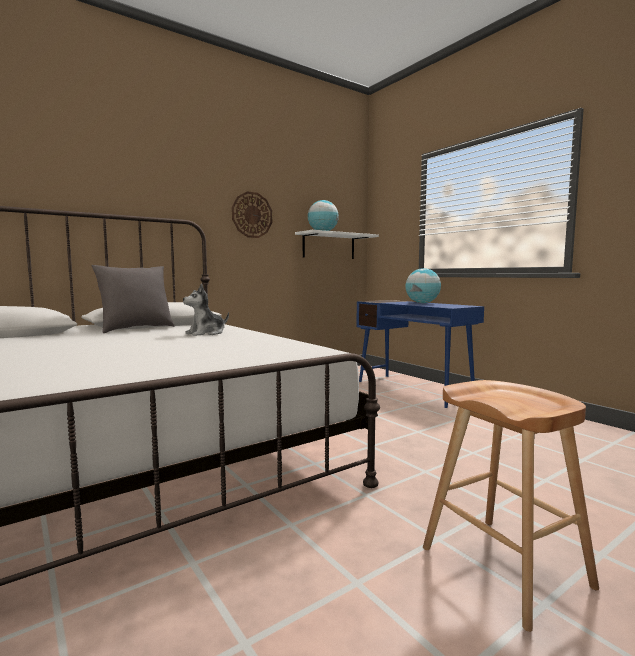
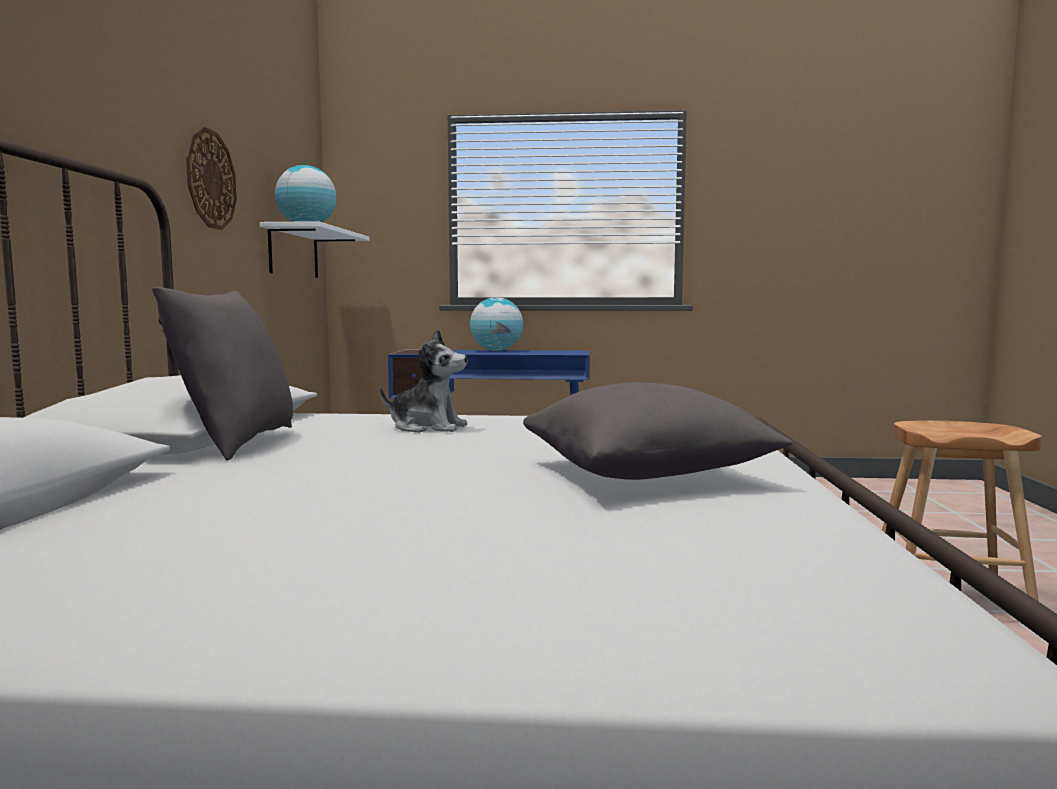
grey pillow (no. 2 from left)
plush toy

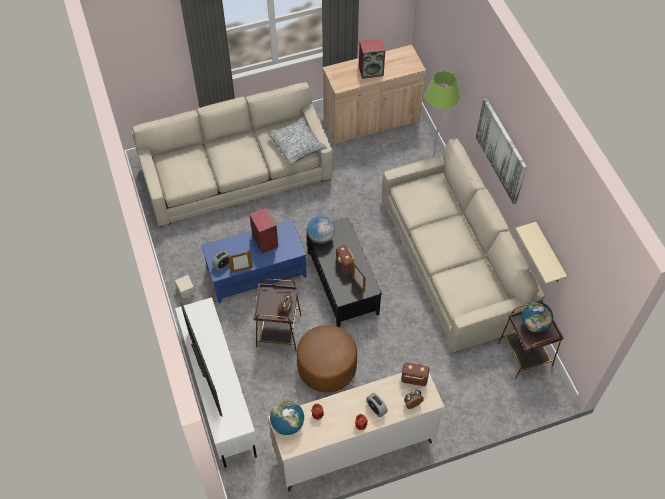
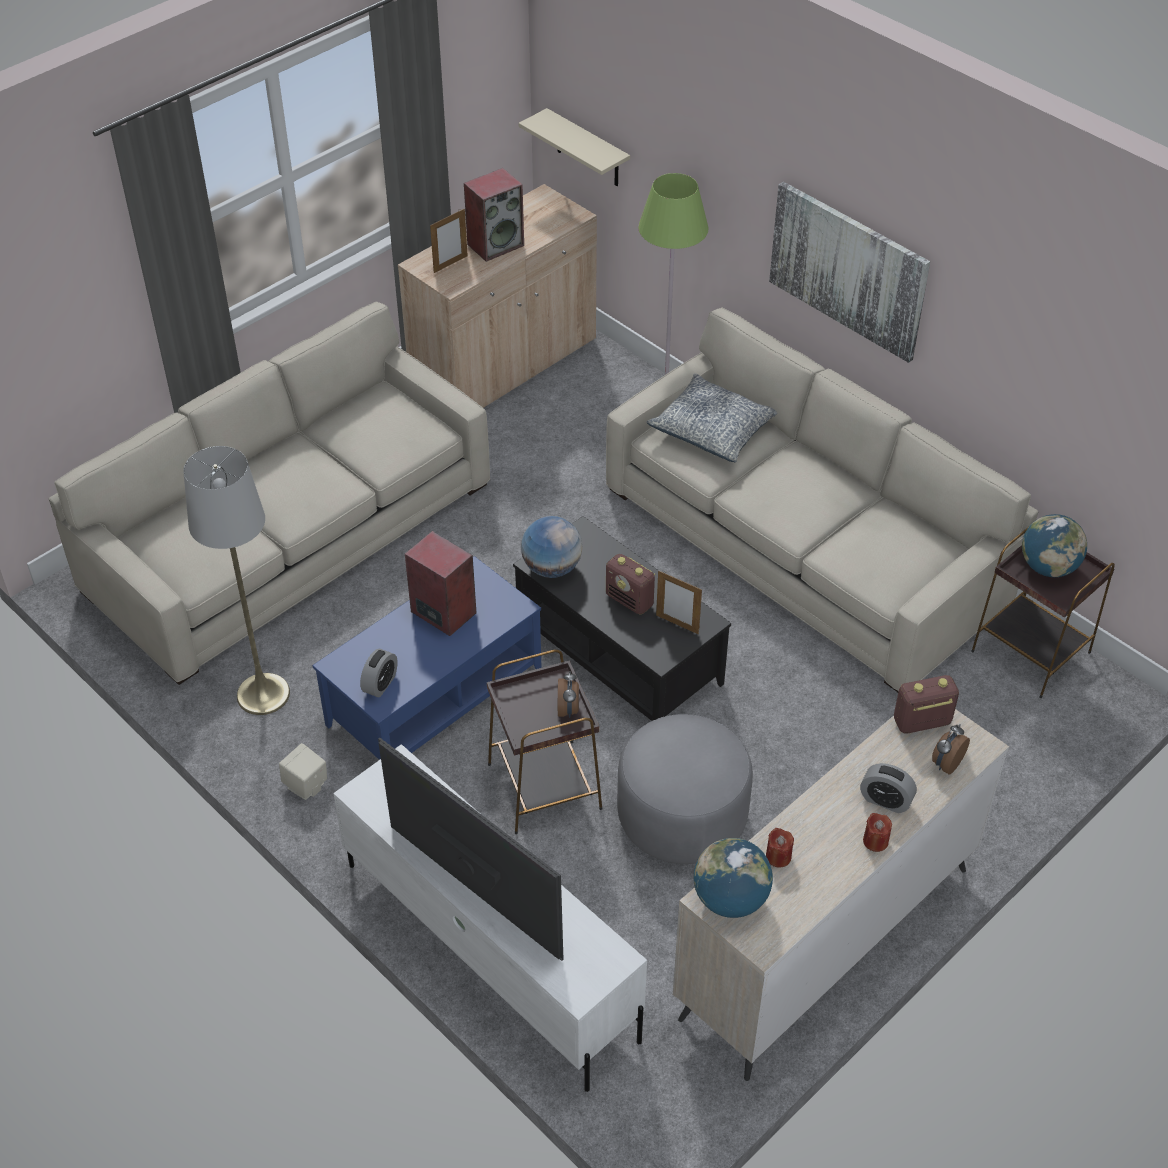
grey standing lamp
picture frame (no. 1 from left)
pillow
sand-coloured bracket shelf
grey pouffe

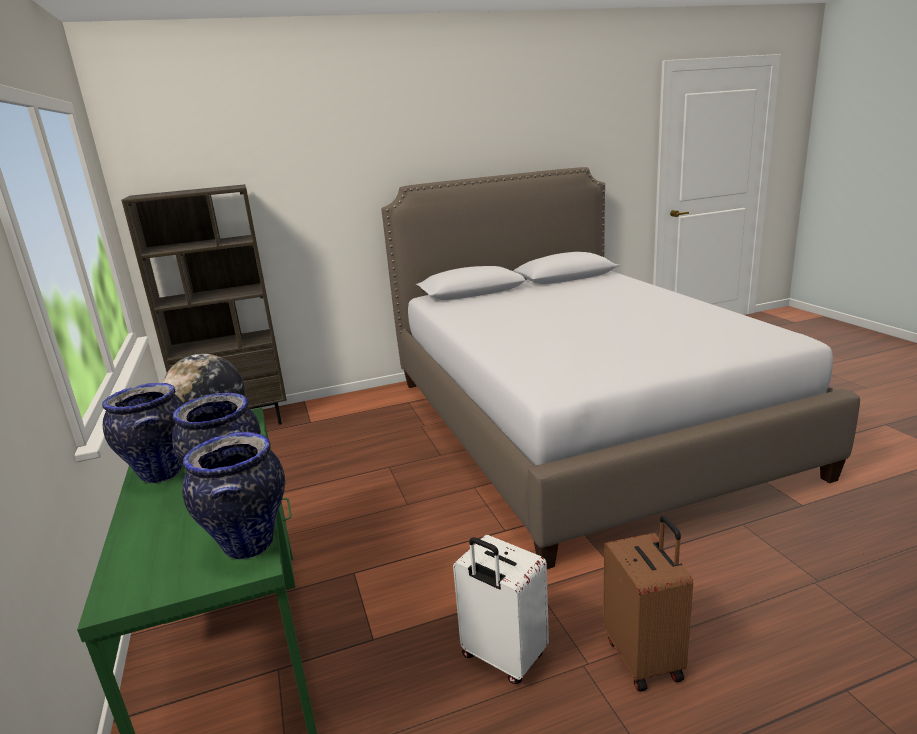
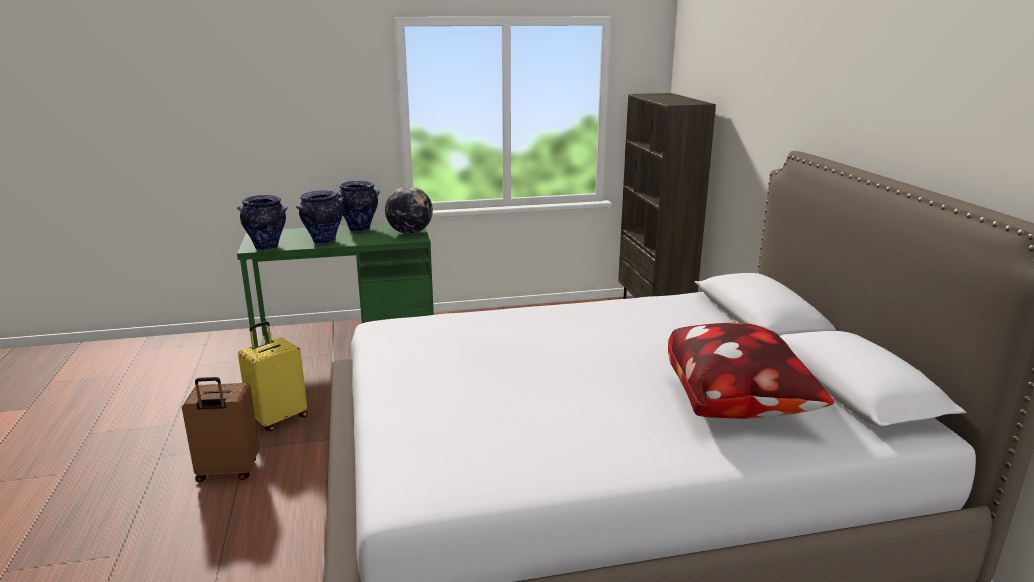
pillow
yellow-coloured suitcase

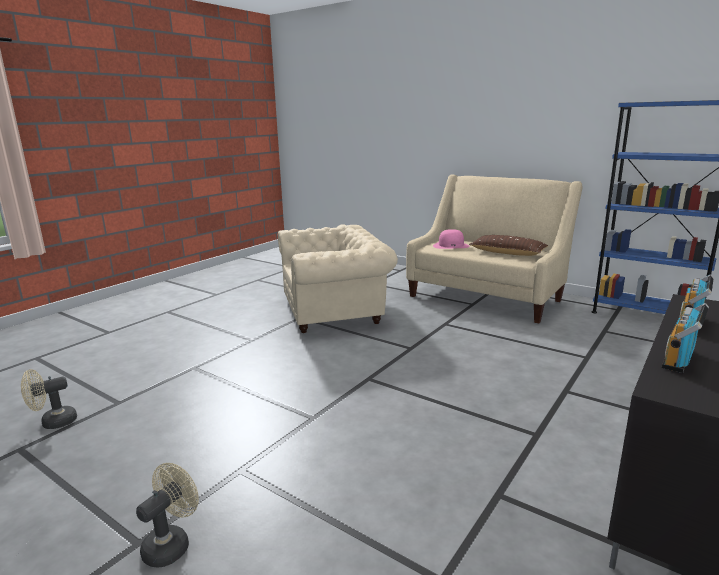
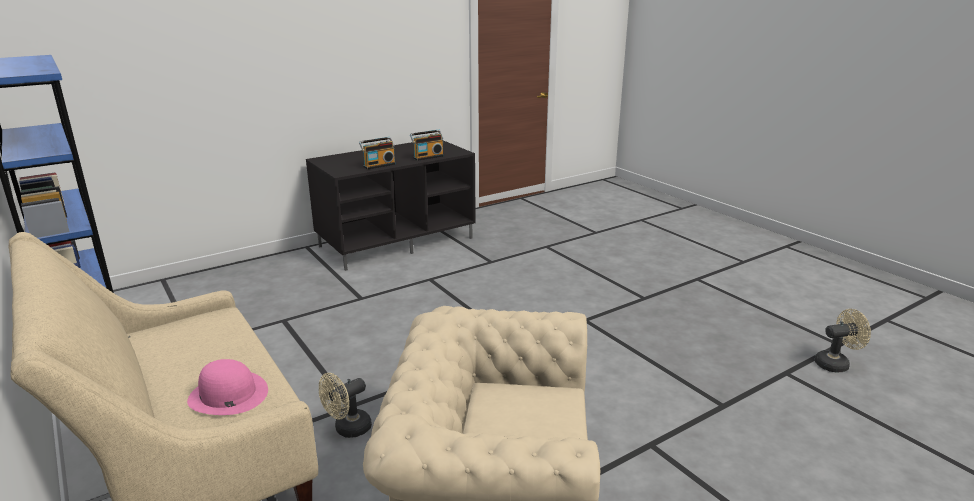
brownish pillow
sand-coloured cooling fan (no. 1 from left)

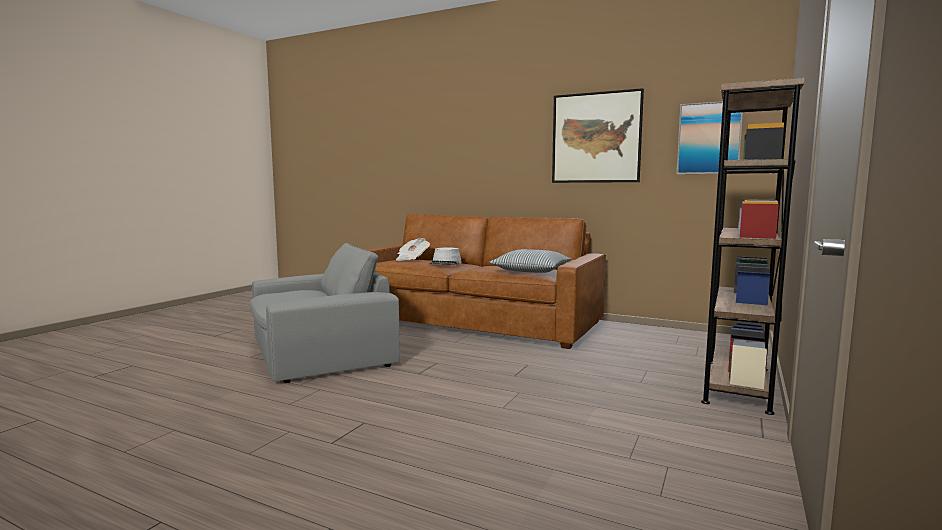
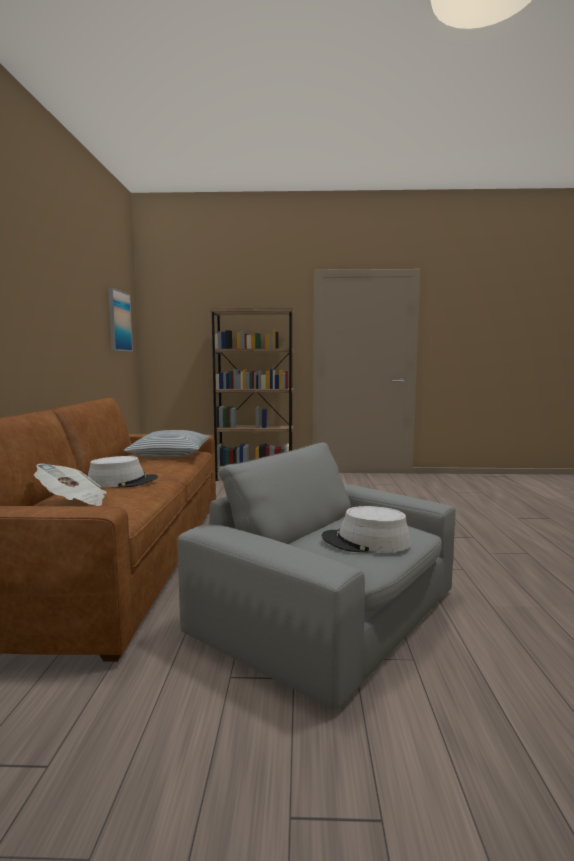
wall art (no. 1 from left in the first image)
grey wearable hat (no. 2 from left)

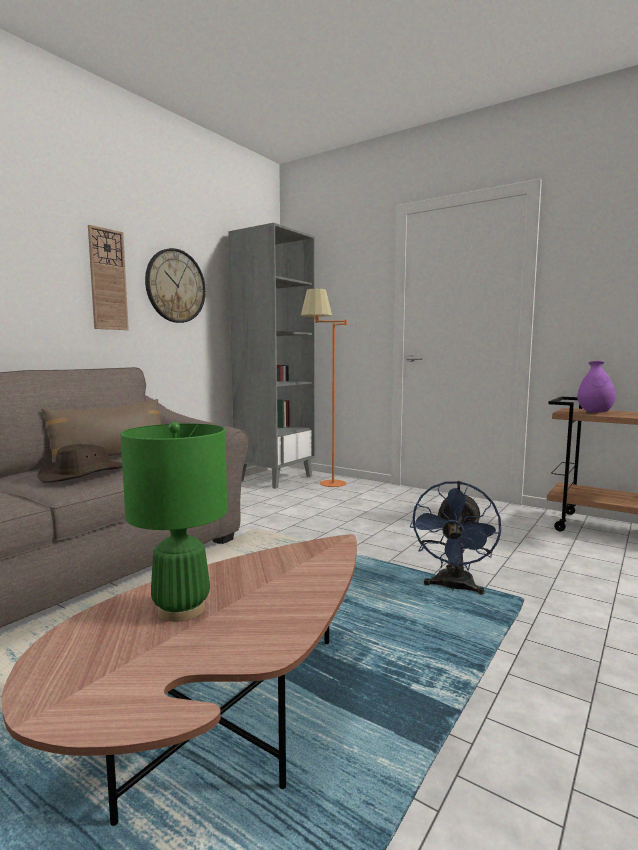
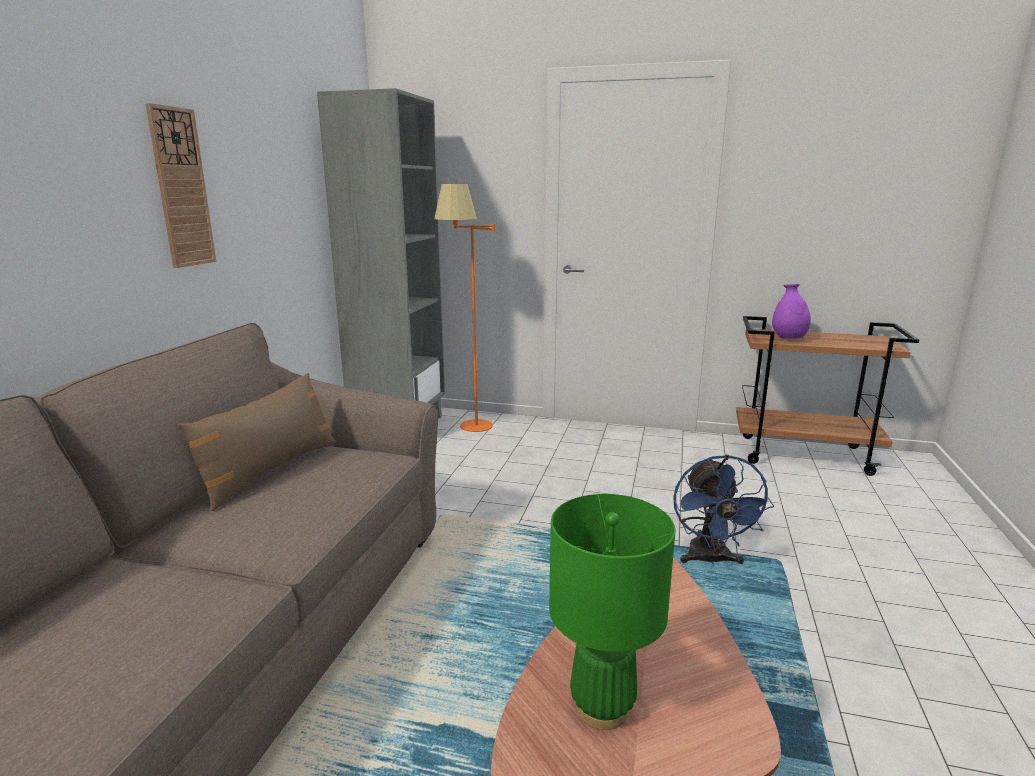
brownish wearable hat
clock on the wall (no. 2 from left in the first image)

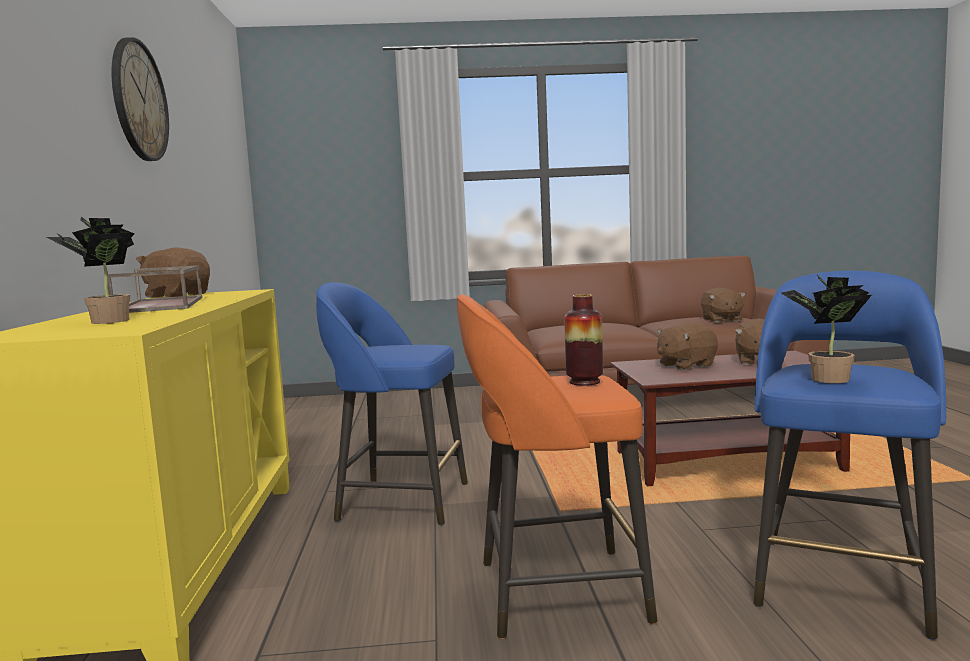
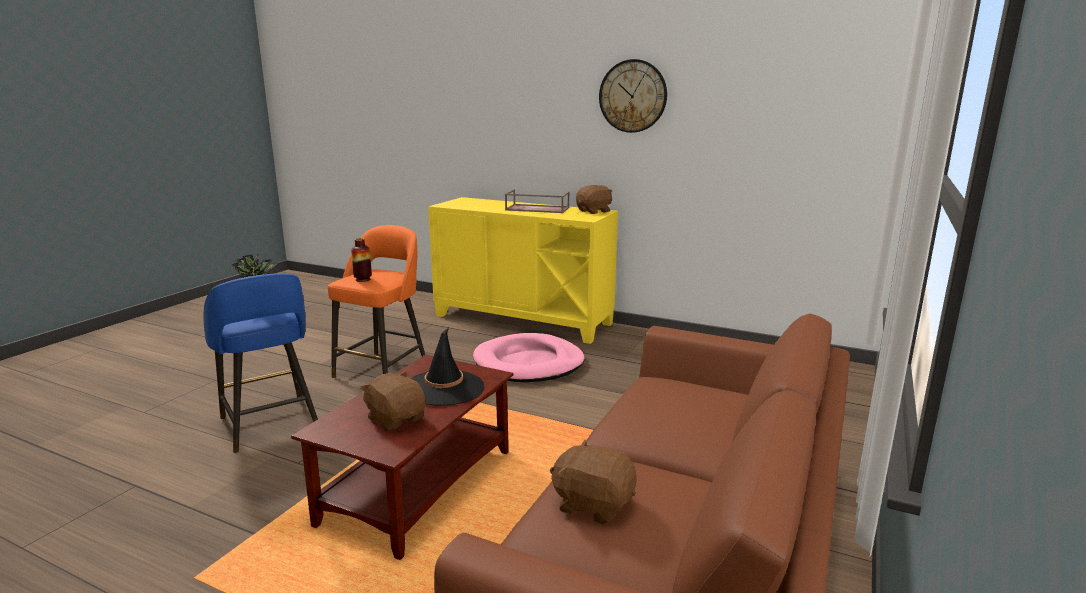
houseplant (no. 1 from left in the first image)
pink-coloured dog cushion
black-coloured wearable hat

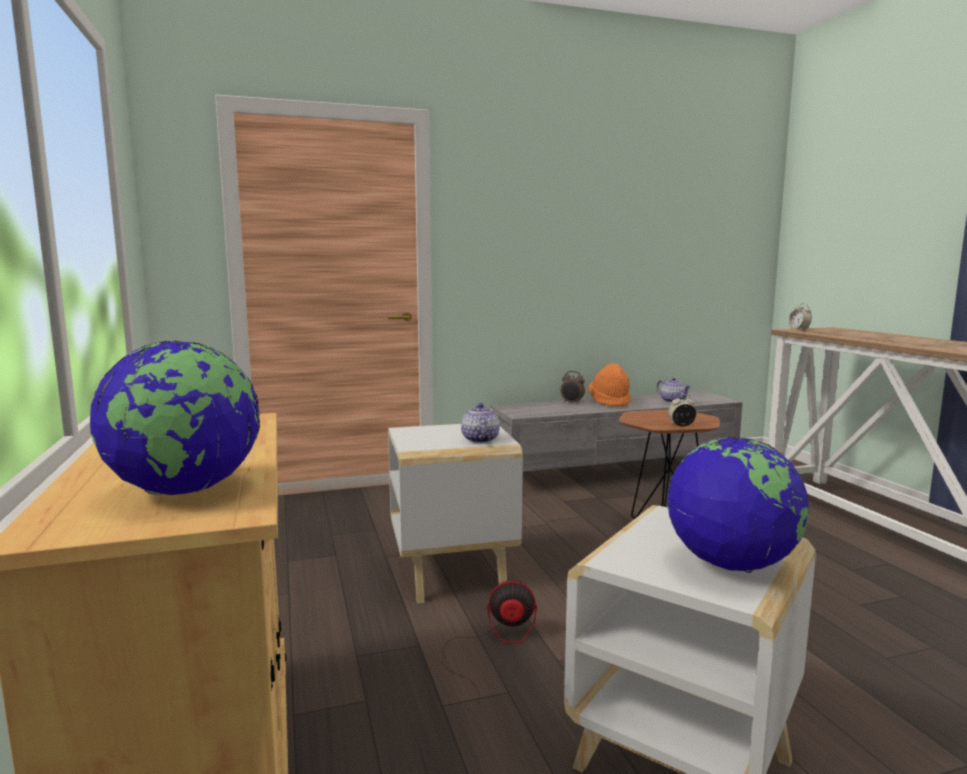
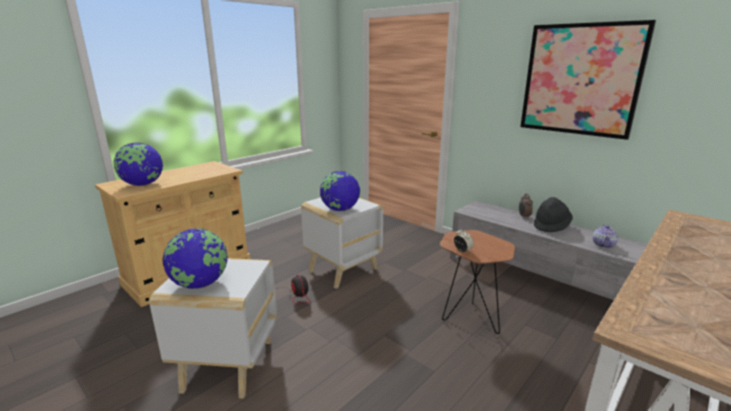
table clock (no. 3 from left in the first image)
wall art
desk globe (no. 3 from left)
black-coloured wearable hat

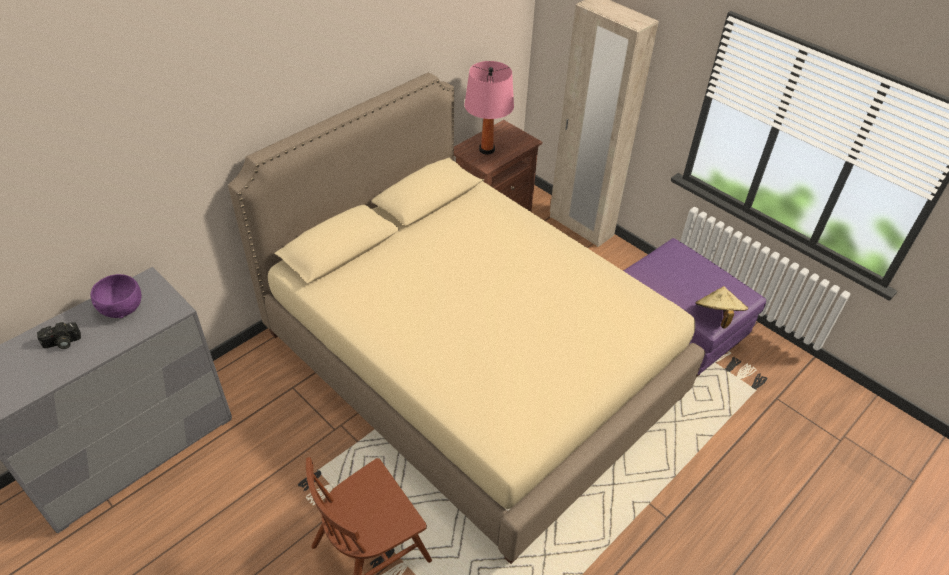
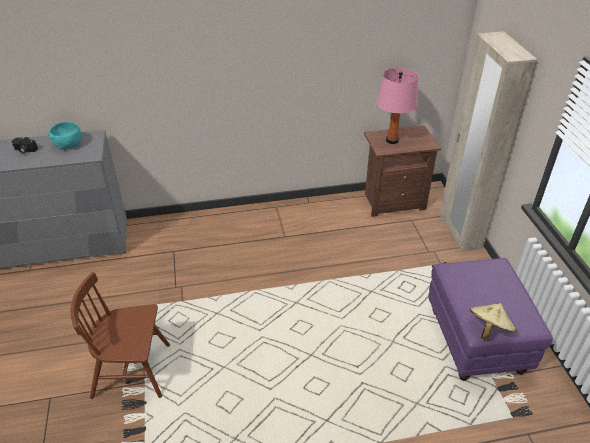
sand-coloured bed
blue-green serving bowl

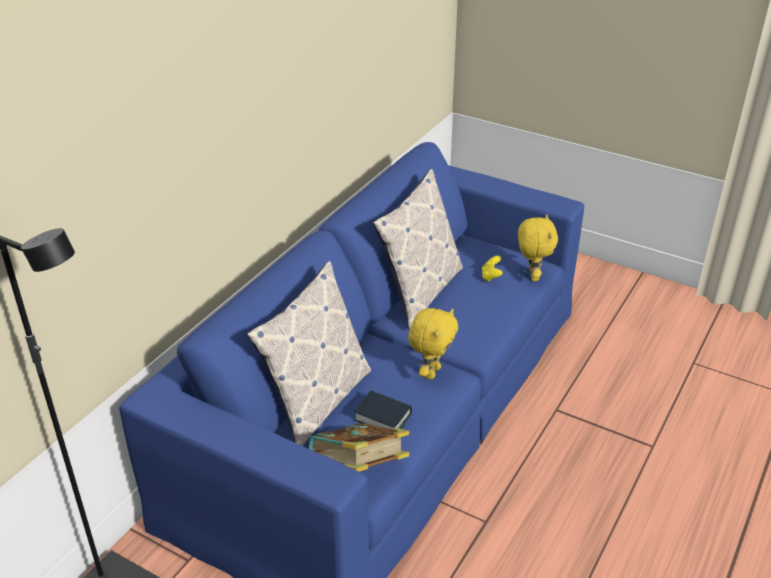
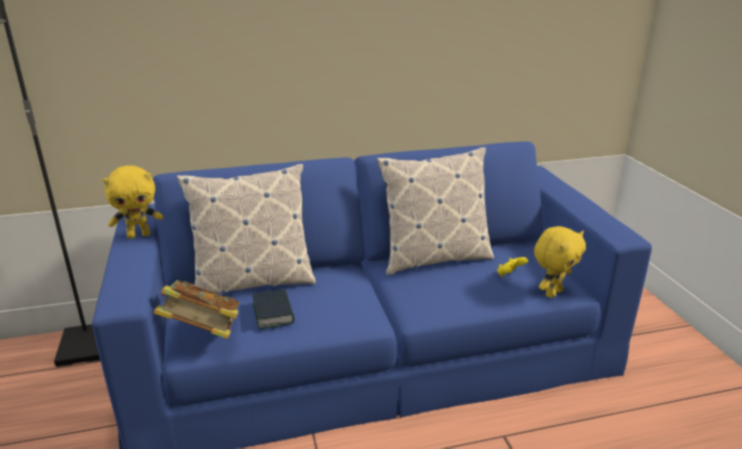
yellow-coloured plush toy (no. 1 from left)

